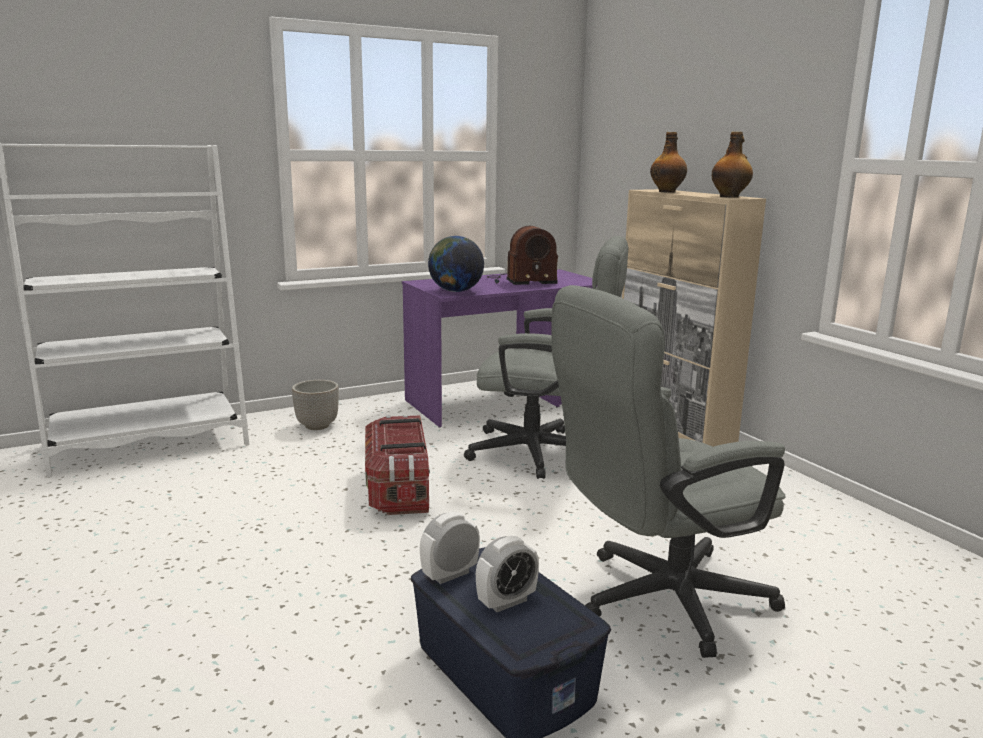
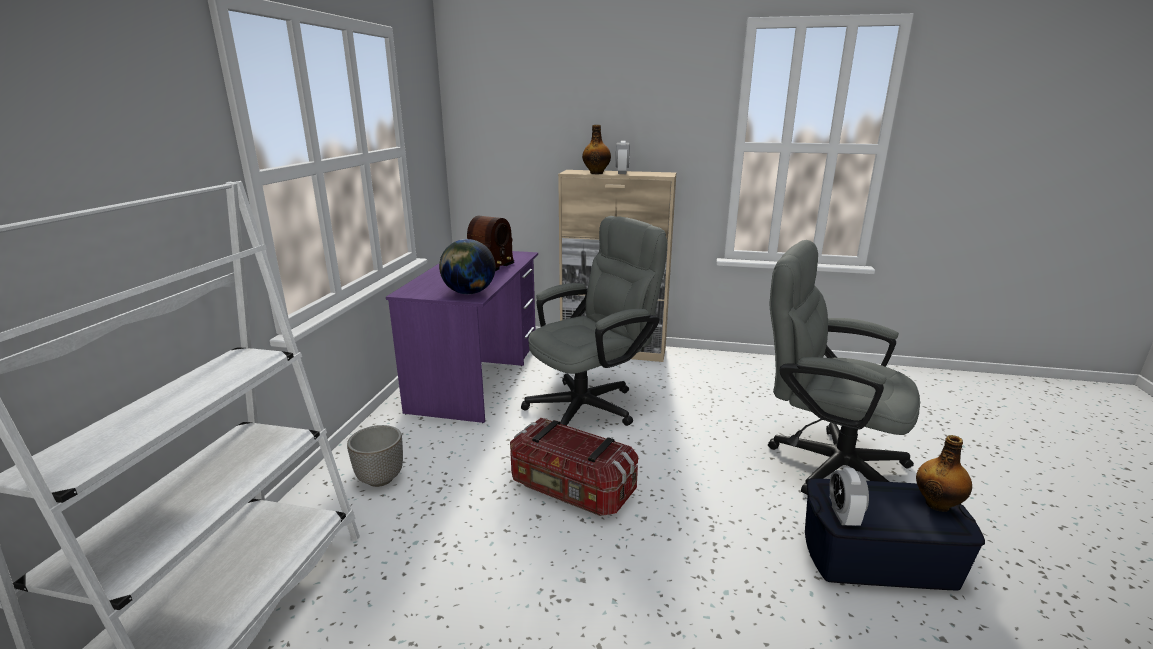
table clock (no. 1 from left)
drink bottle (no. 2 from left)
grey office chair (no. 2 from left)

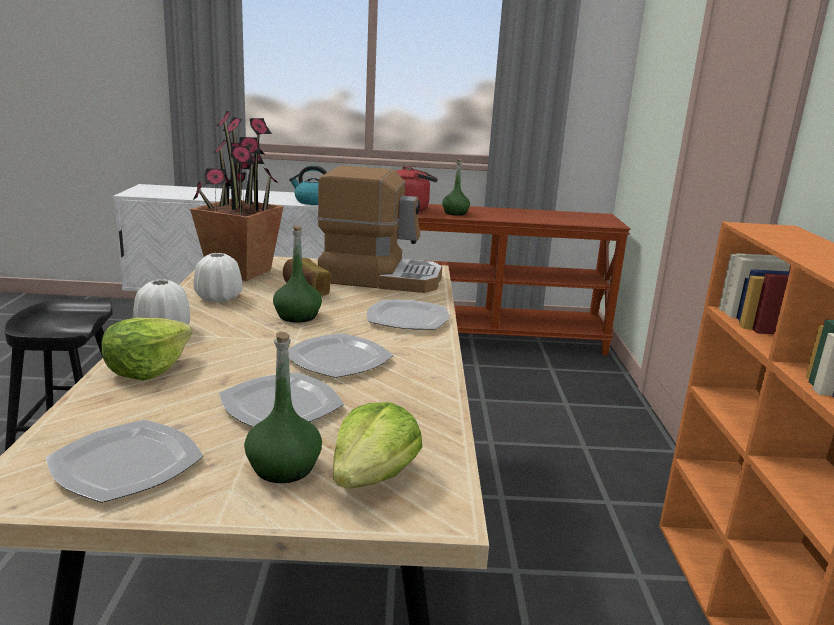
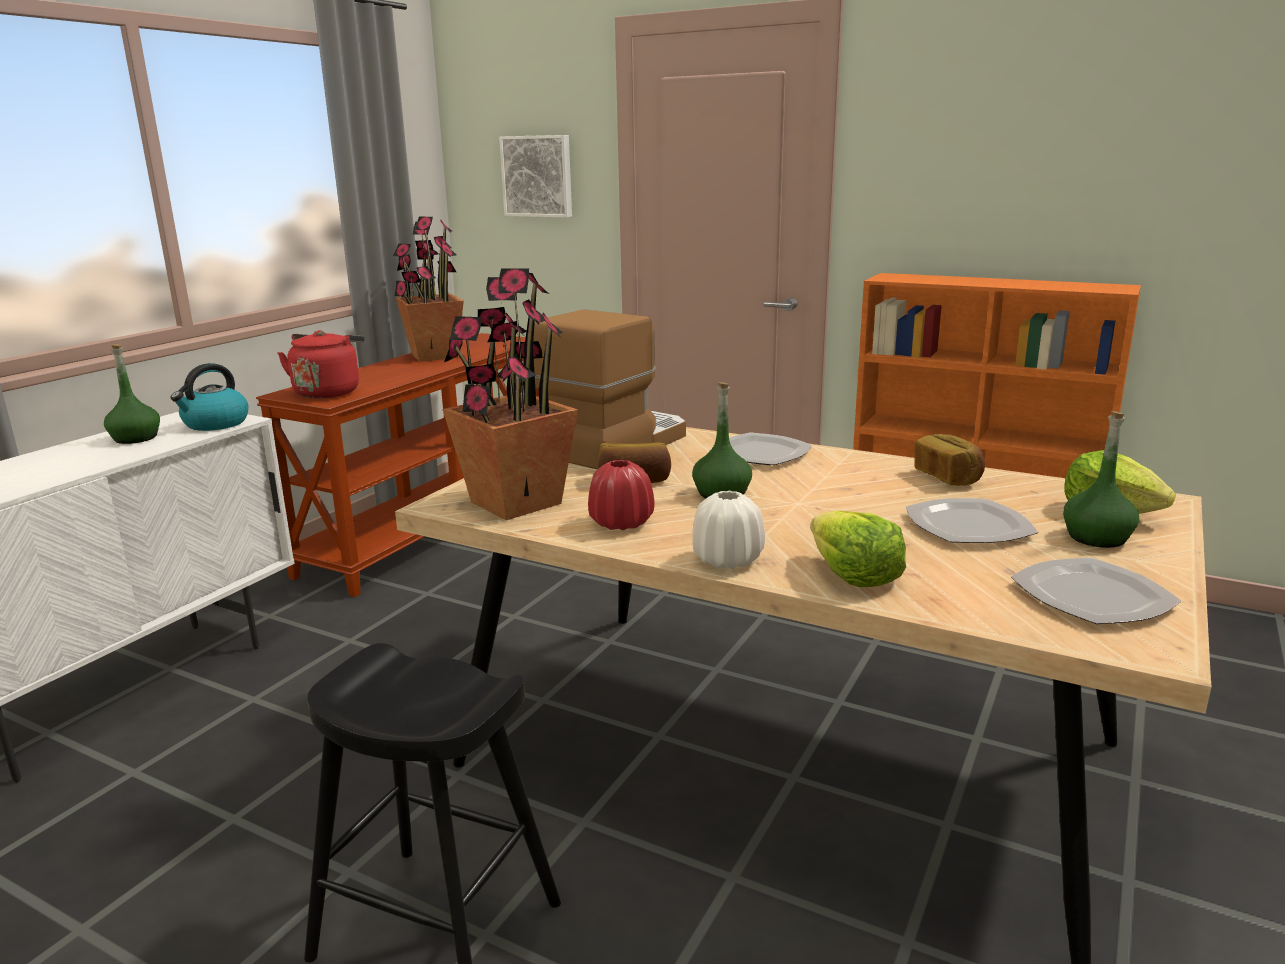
dinner plate (no. 3 from left in the first image)
houseplant (no. 1 from left)
wall art
bakery bread (no. 2 from left)
green drink bottle (no. 1 from left)
red-coloured decorative vase

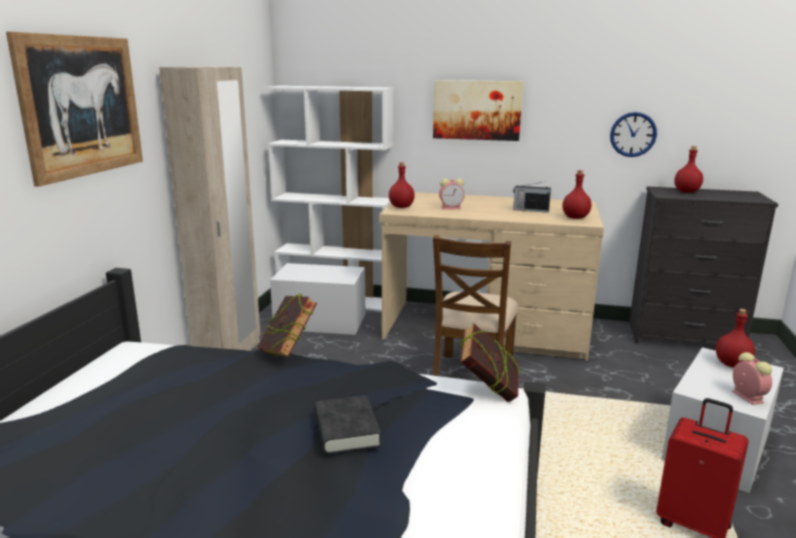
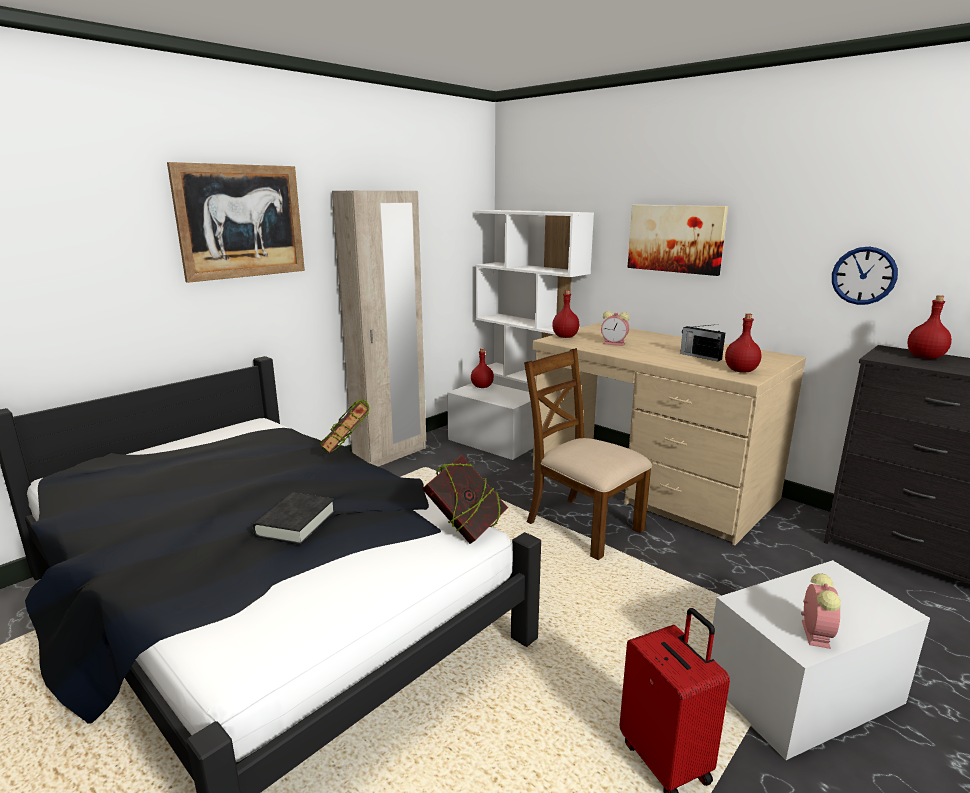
red-coloured drink bottle (no. 1 from left)
brownish upright chair

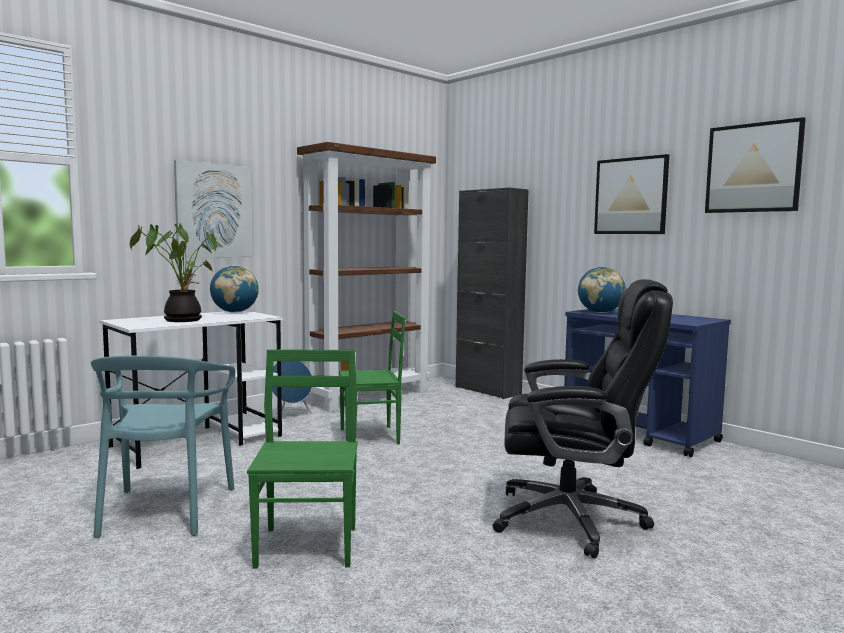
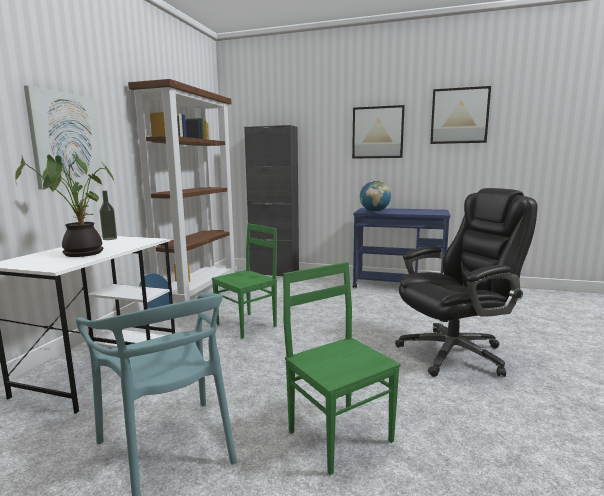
drink bottle

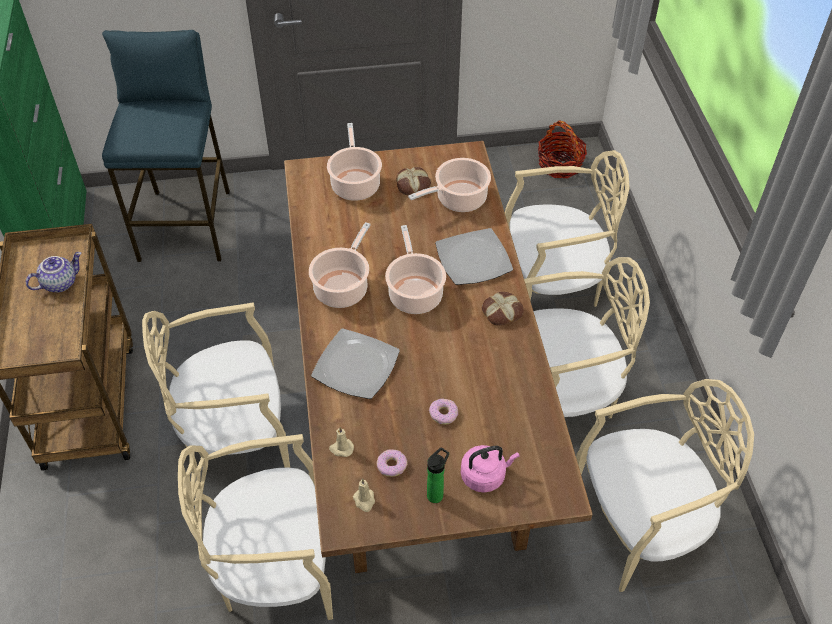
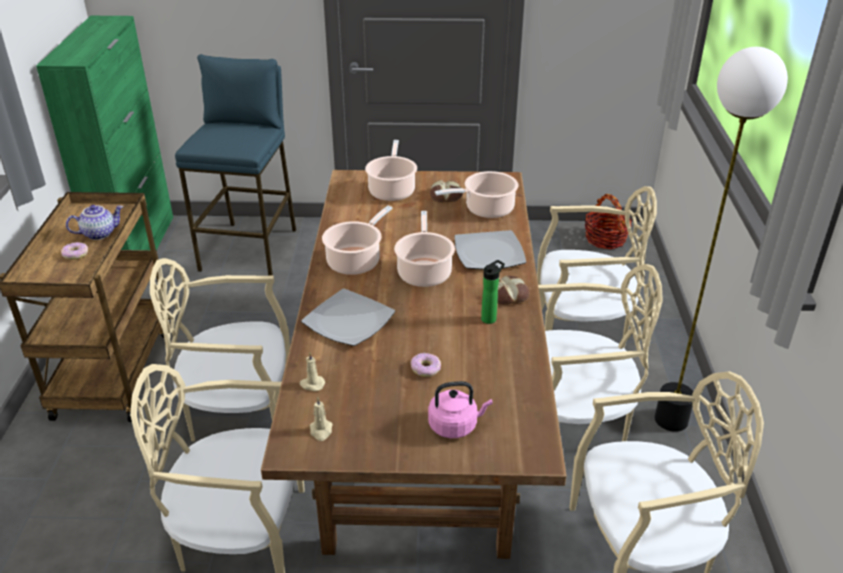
standing lamp
doughnut (no. 1 from left)
drink bottle

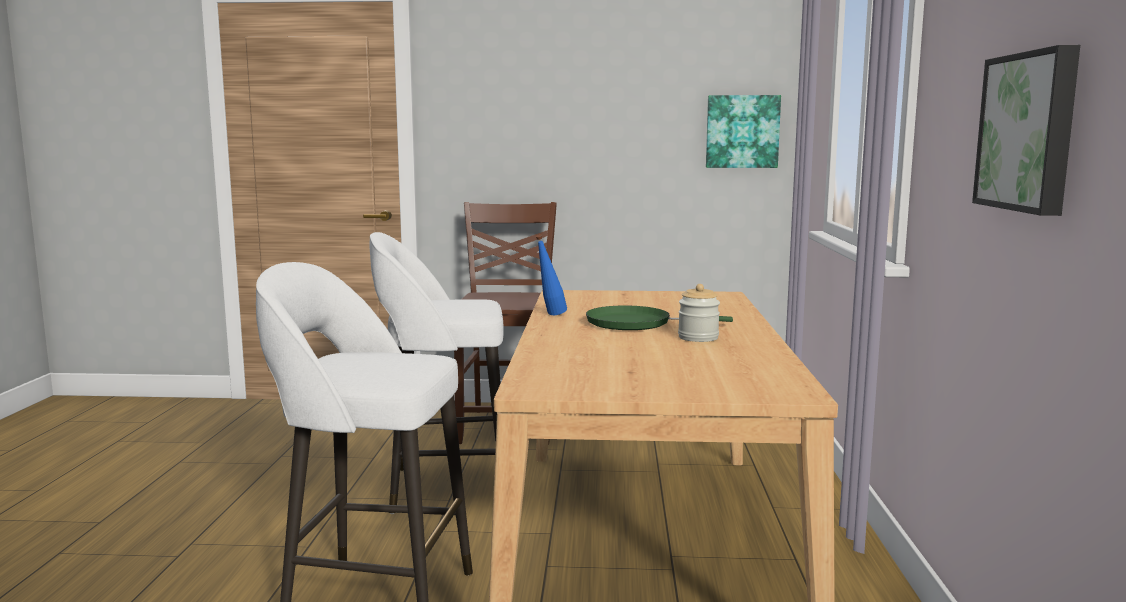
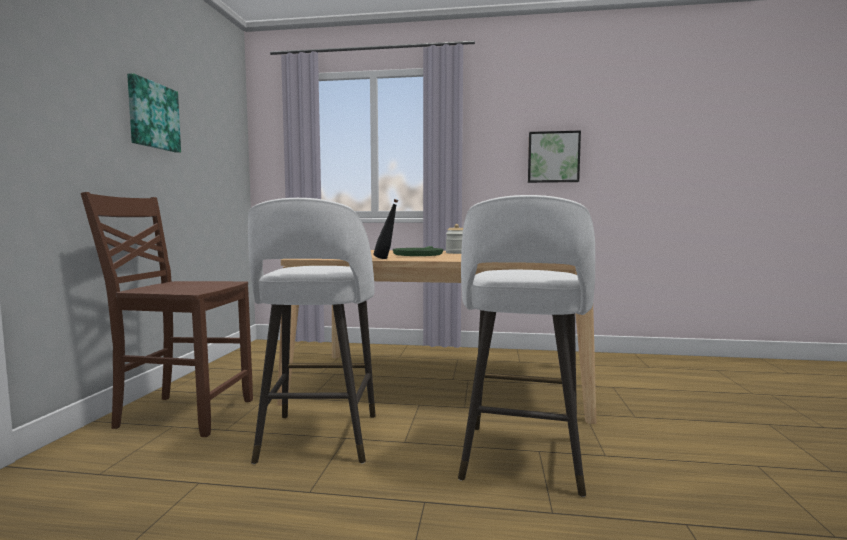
wall art (no. 1 from left)
black-coloured drink bottle

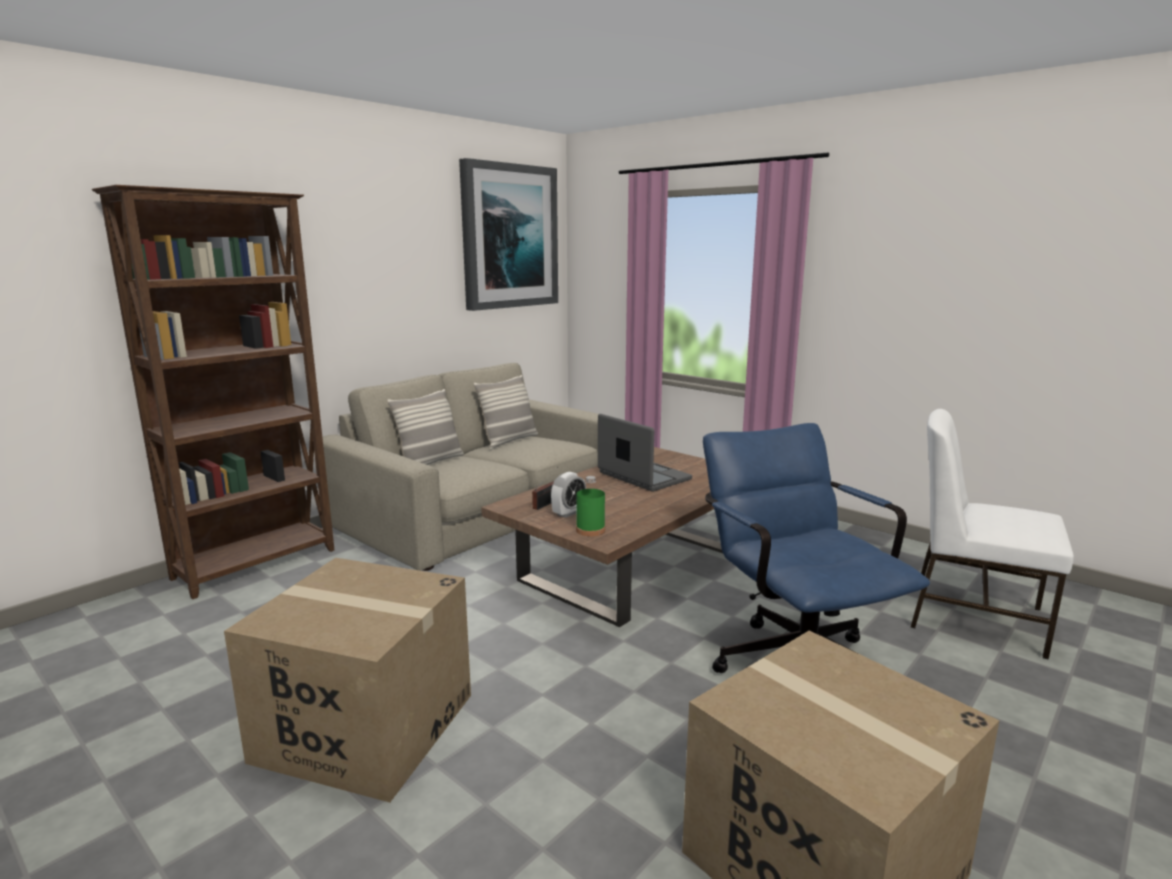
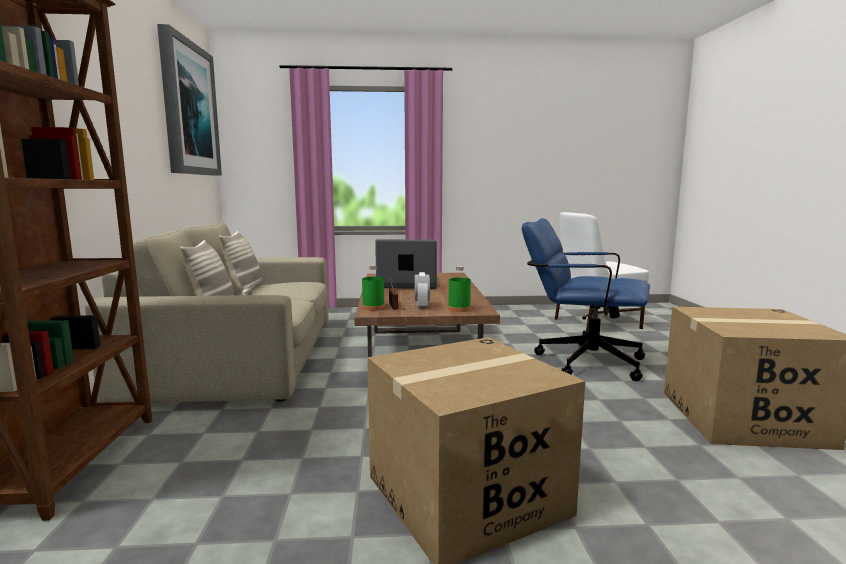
green drink bottle (no. 1 from left)

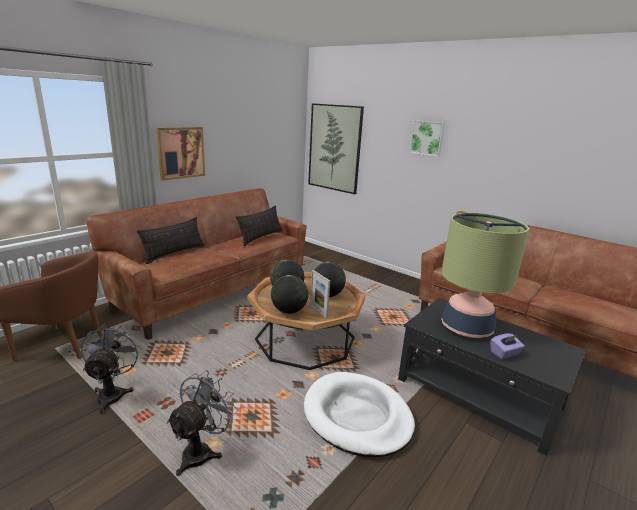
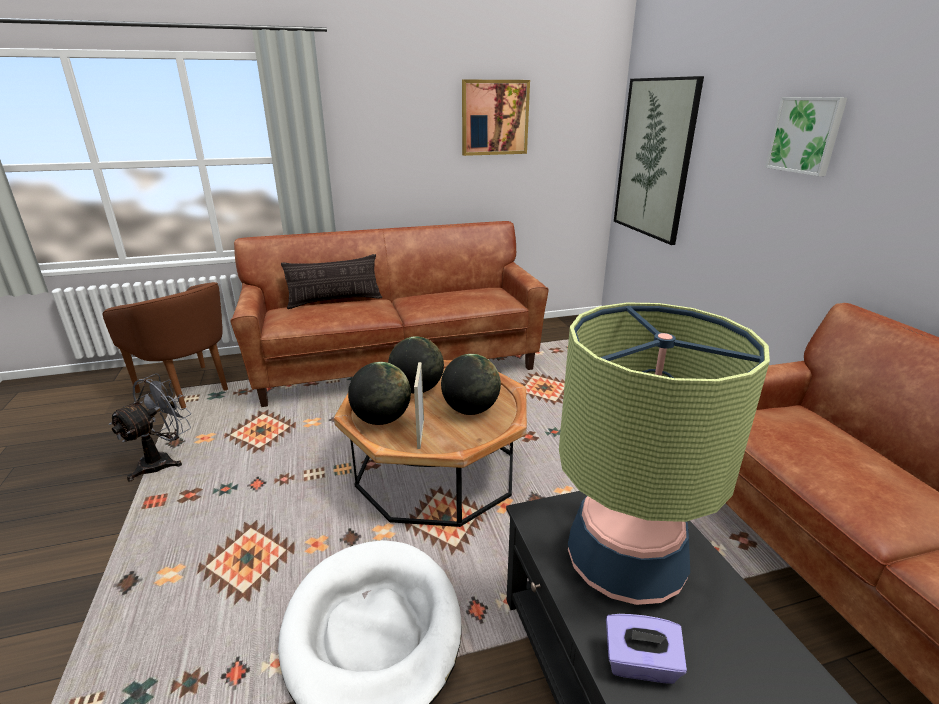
grey cooling fan (no. 2 from left in the first image)
pillow (no. 2 from left in the first image)
wall art (no. 1 from left)

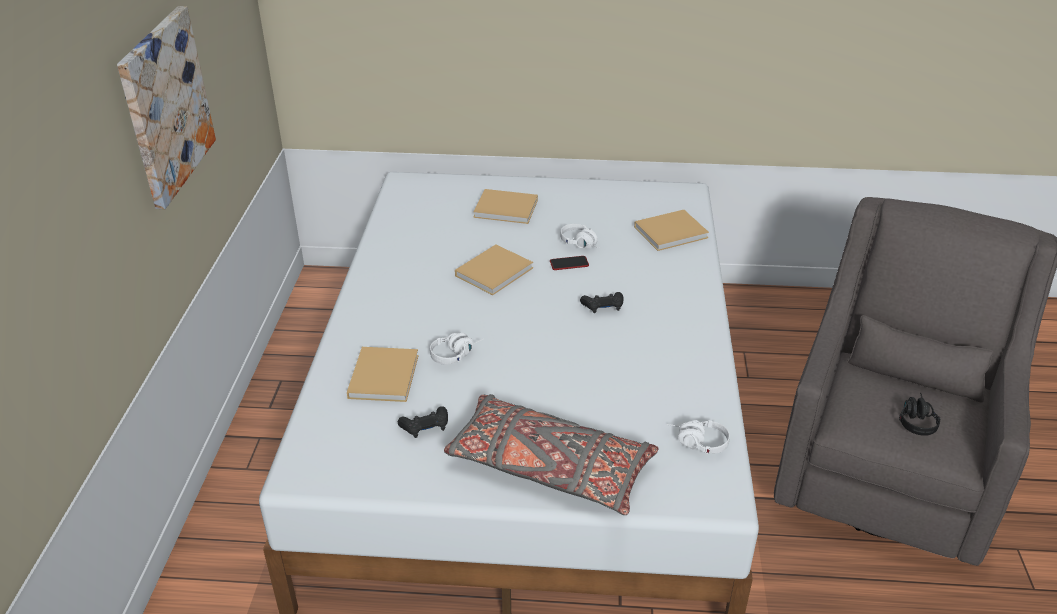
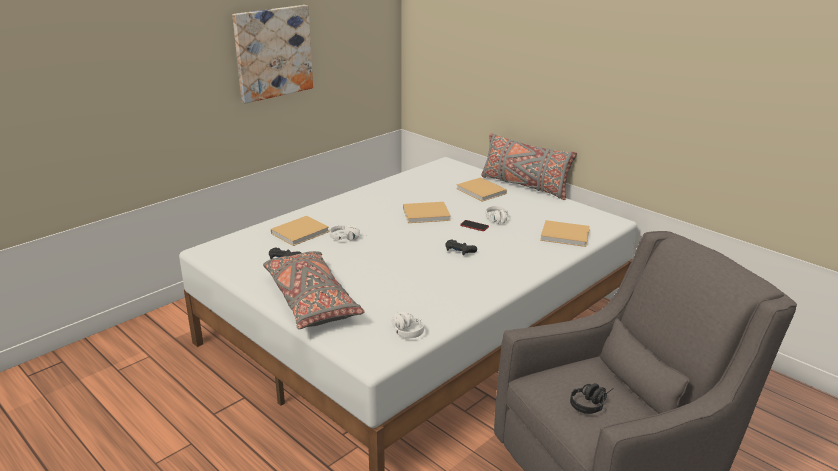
grey pillow (no. 2 from left)

